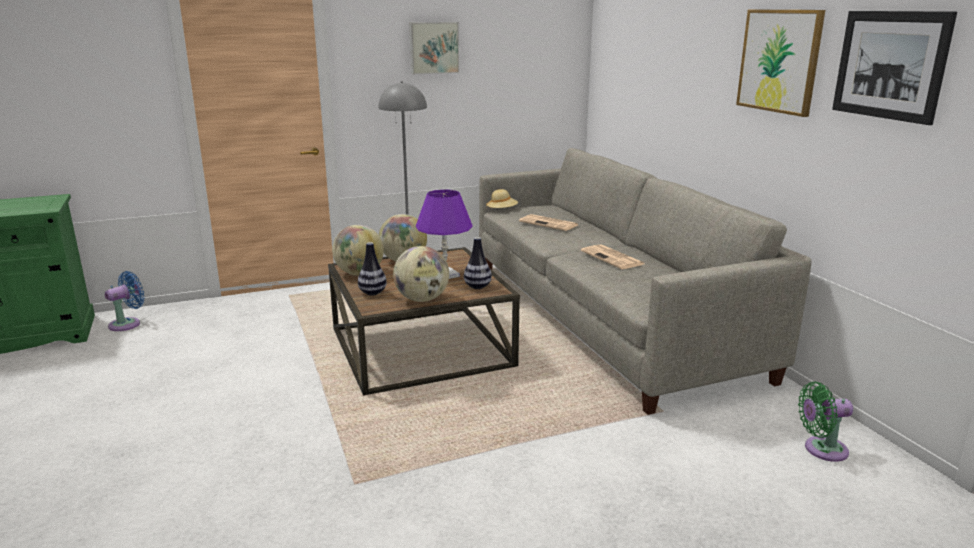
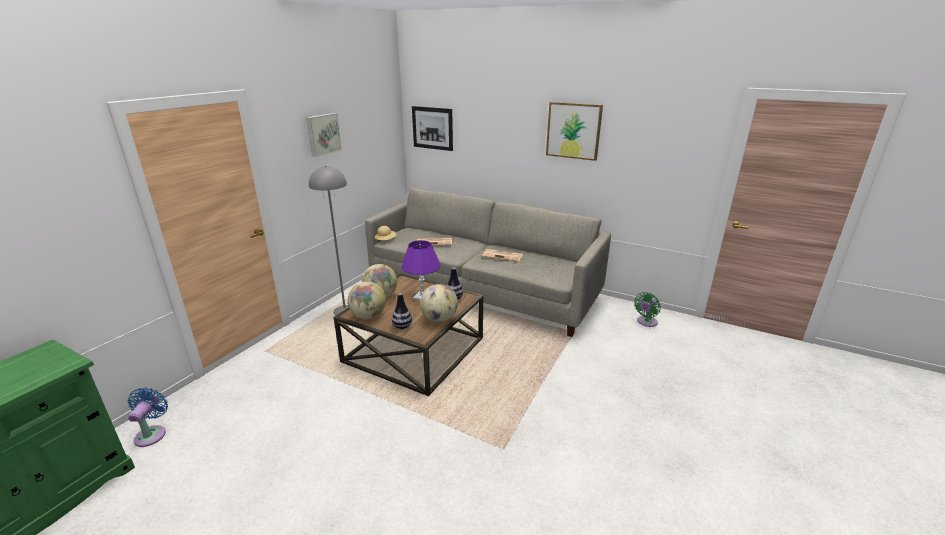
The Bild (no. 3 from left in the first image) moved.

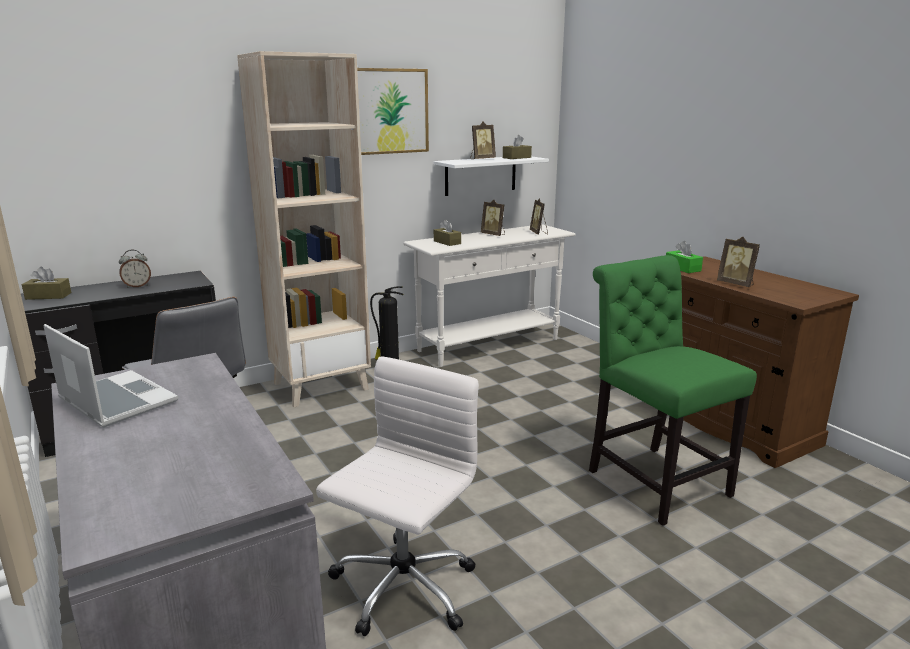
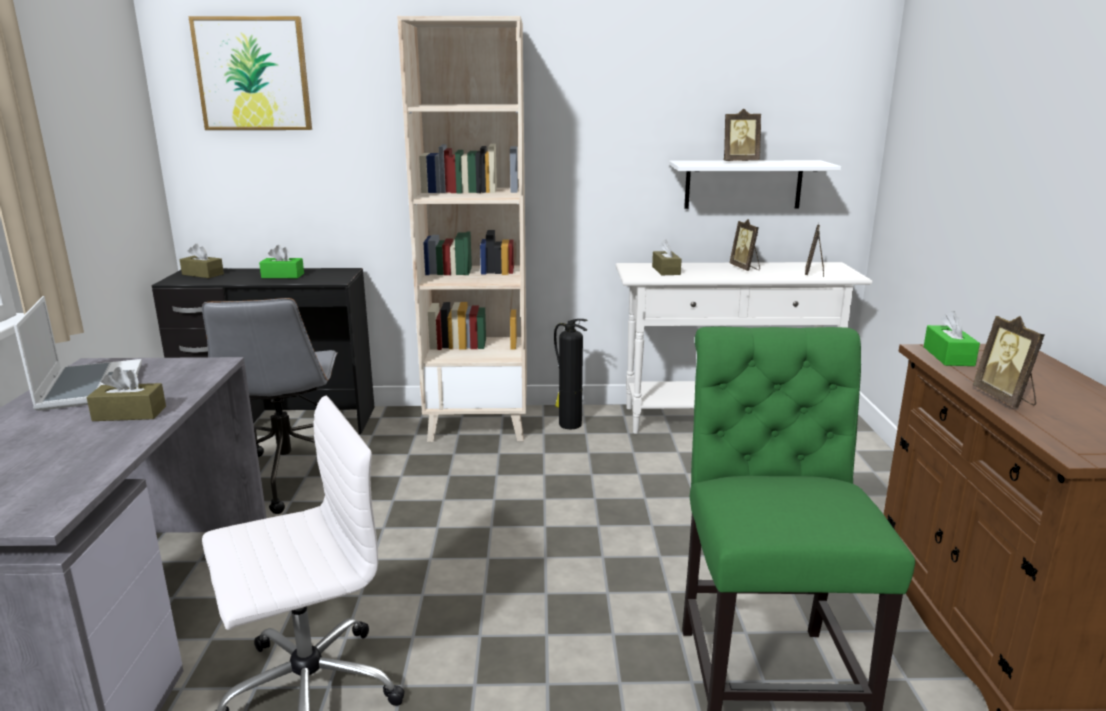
The Wecker was replaced by the Taschentuchbox [grün] (no. 1 from left).
The Bild moved.
The Taschentuchbox [braun] (no. 3 from left in the first image) moved.

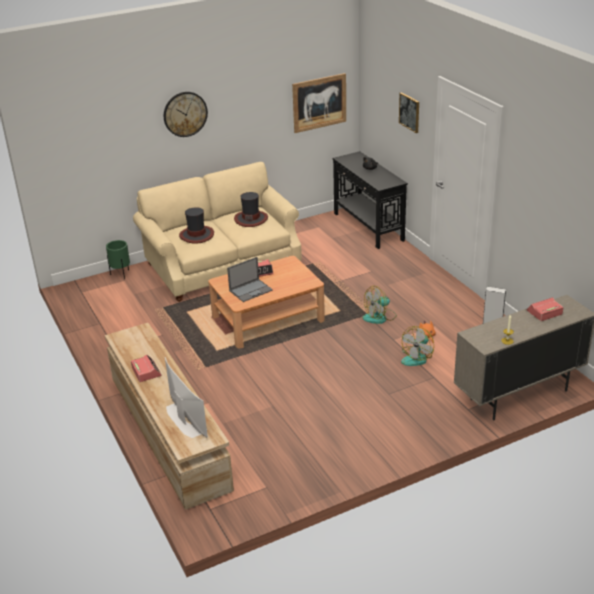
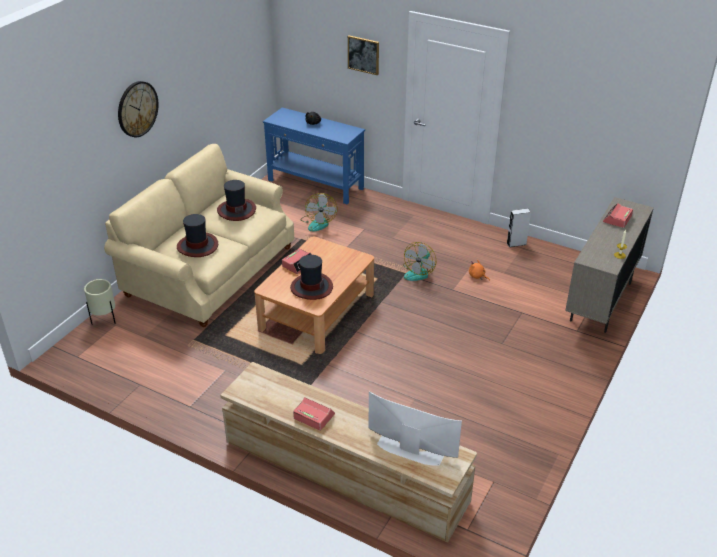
The Pflanzkübel [grün] became the Pflanzkübel [beige].
The Laptop was replaced by the Hut (no. 3 from left).
The Bild (no. 1 from left) disappeared.
The Konsolentisch [schwarz] became the Konsolentisch [blau].
The Ventilator (no. 2 from left in the first image) moved.

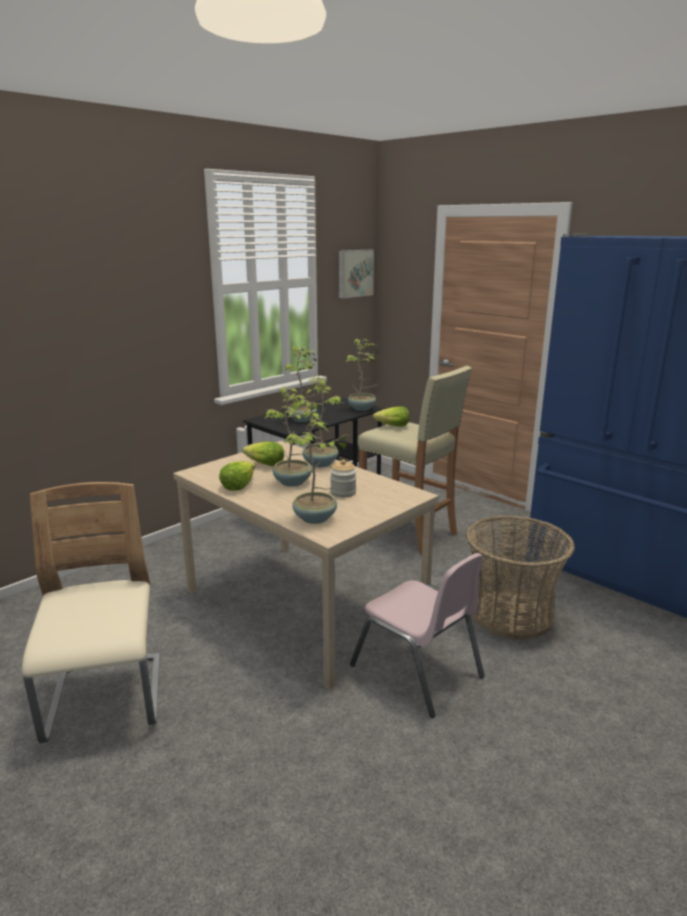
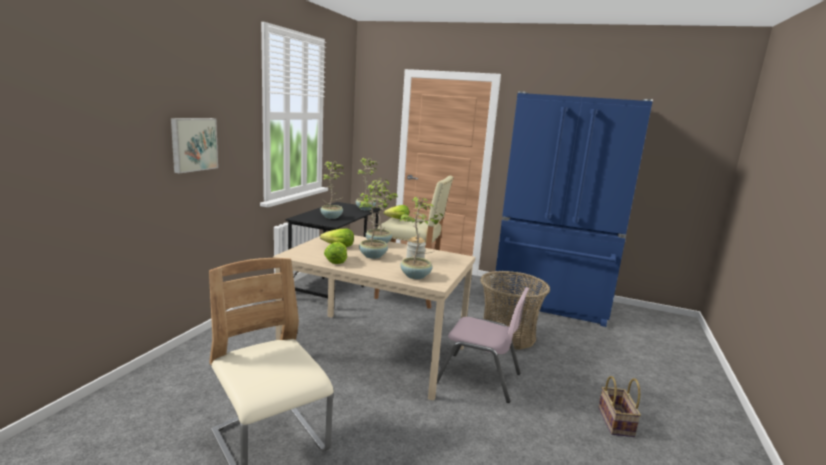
The Bild moved.
The Korb (no. 2 from left) appeared.

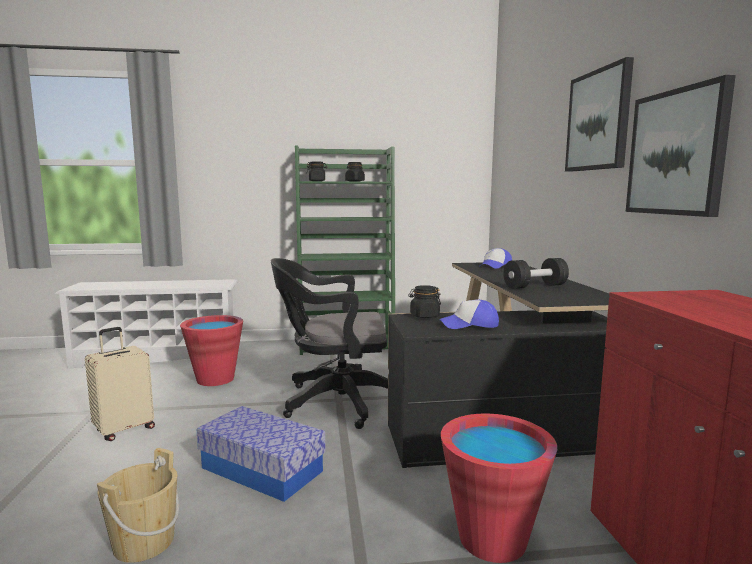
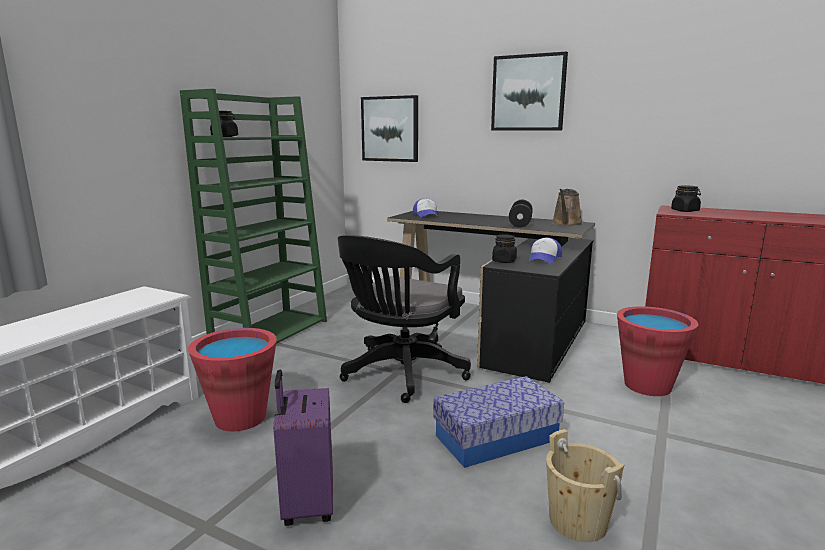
The Koffer [beige] became the Koffer [lila].
The Vorratsglas [schwarz] (no. 2 from left in the first image) moved.
The Bild (no. 2 from left in the first image) moved.
The Gießkanne [braun] appeared.

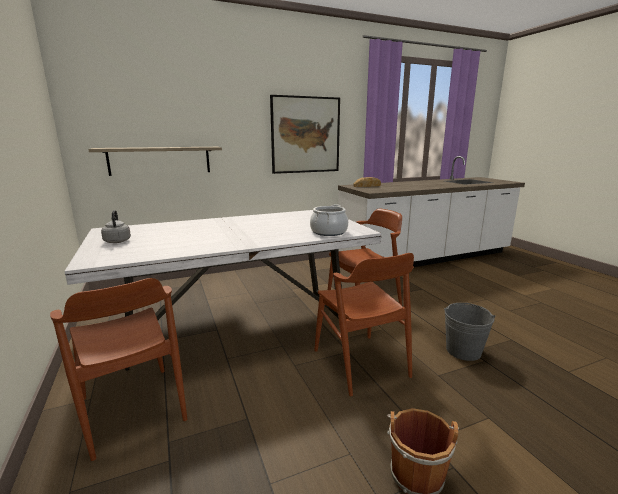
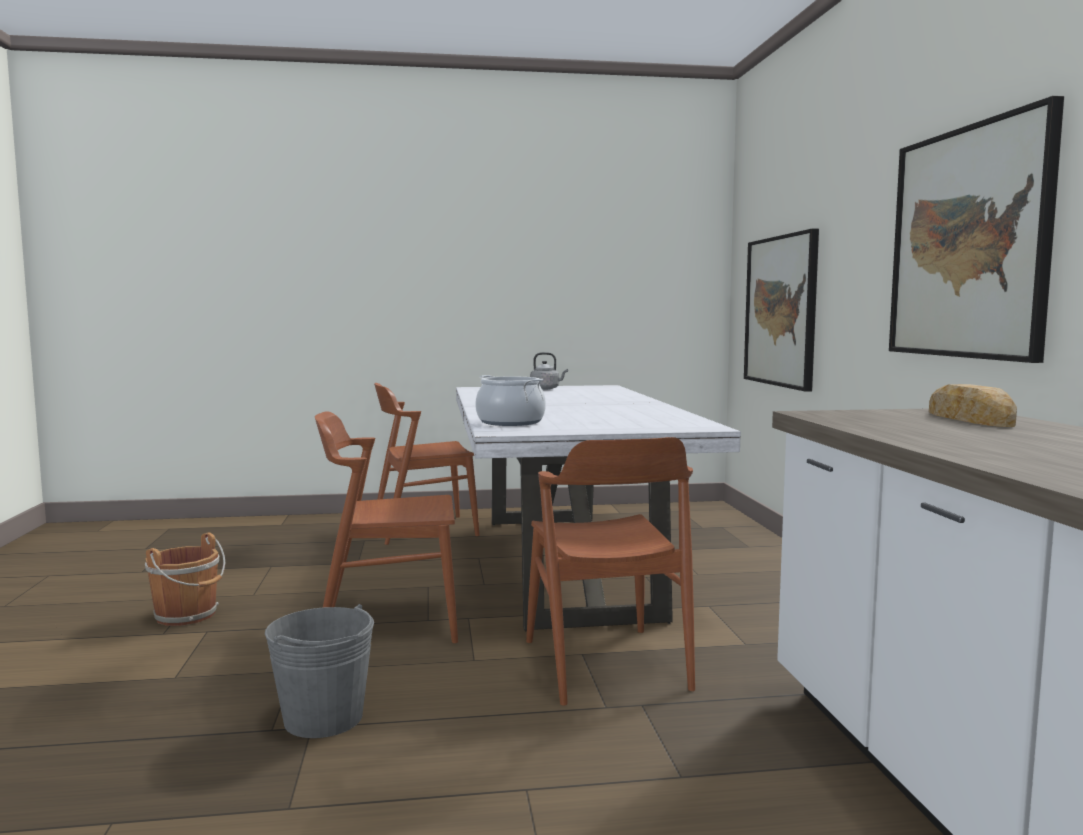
The Wandregal was replaced by the Bild (no. 1 from left).

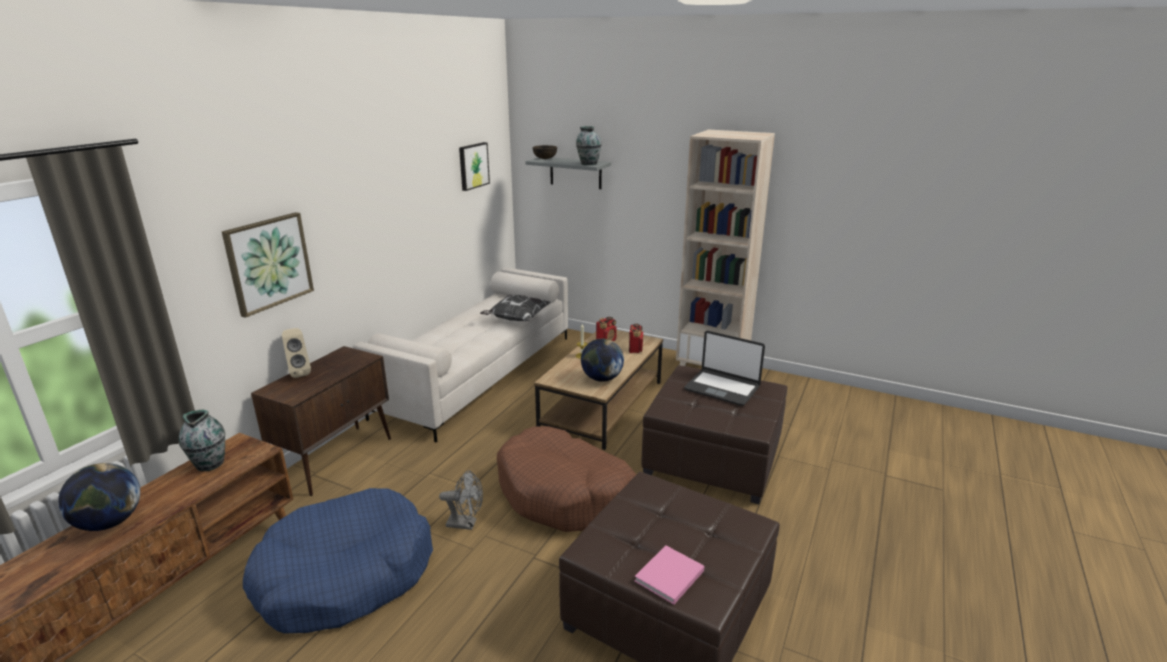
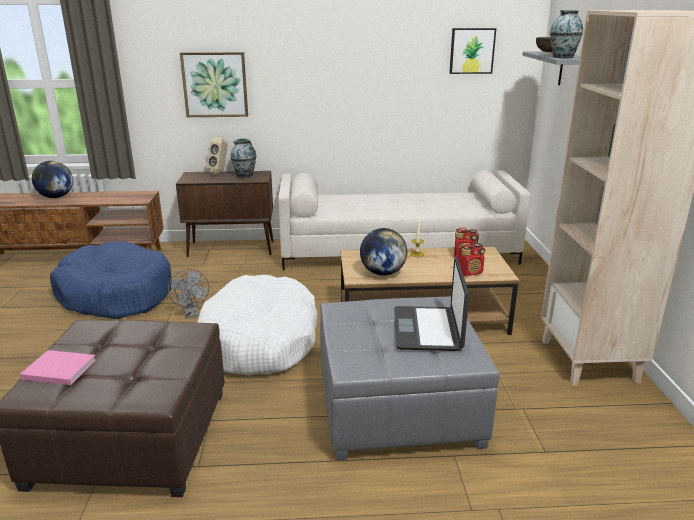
The Vase (no. 1 from left) moved.
The Kissen disappeared.
The Hundebett [braun] became the Hundebett [weiß].
The Polsterhocker [braun] (no. 2 from left) became the Polsterhocker [grau].

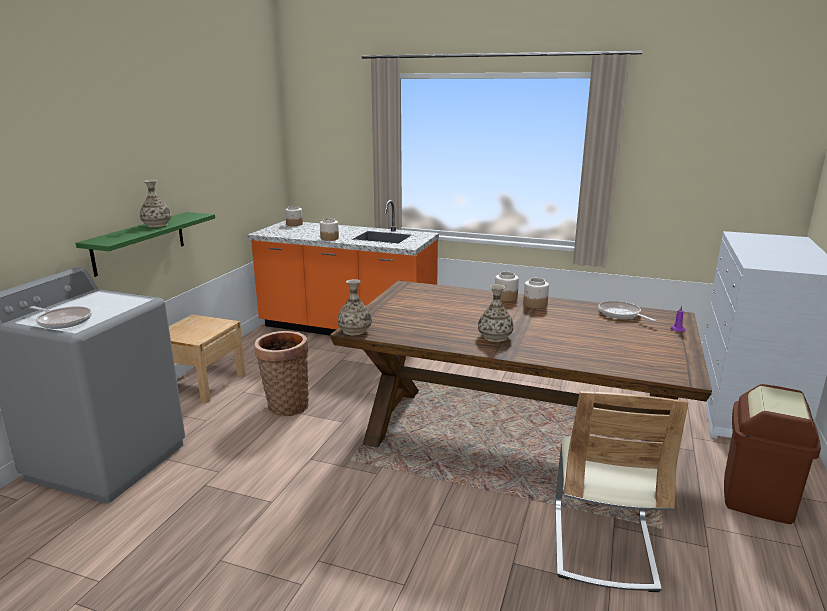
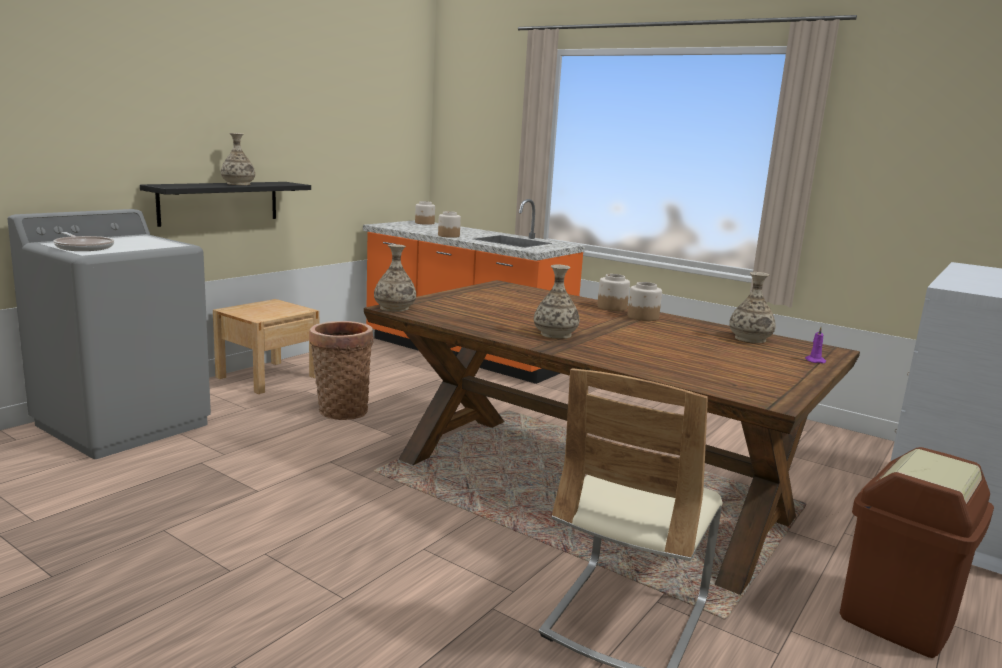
The Wandregal [grün] became the Wandregal [schwarz].
The Pfanne (no. 2 from left) was replaced by the Vase (no. 4 from left).

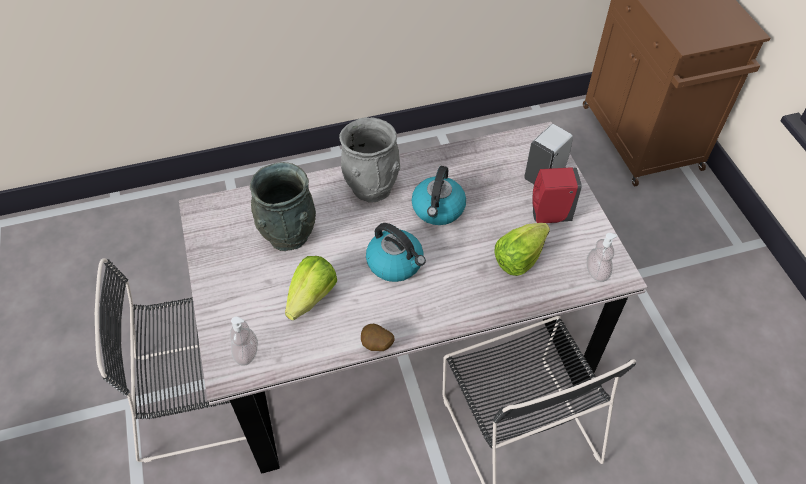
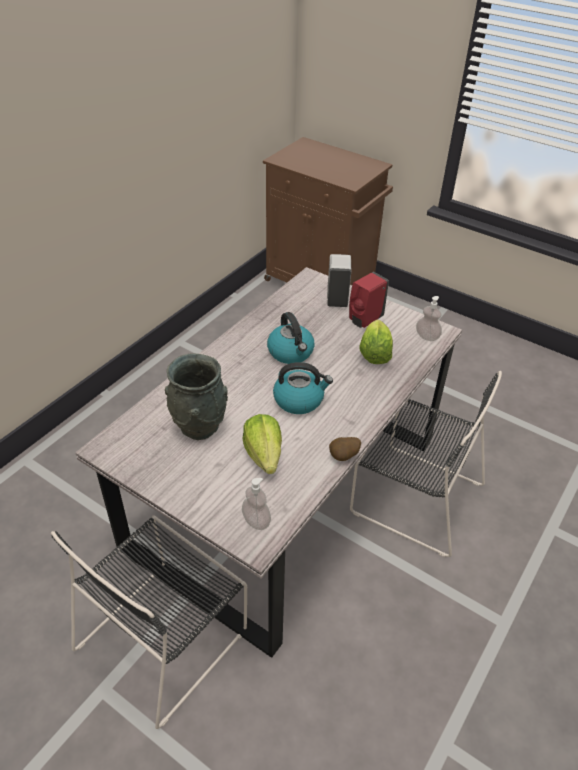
The Vase [grau] (no. 2 from left) disappeared.

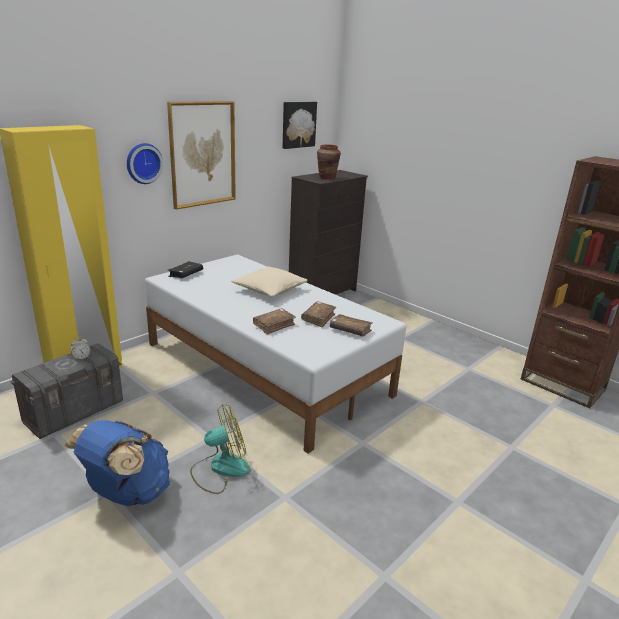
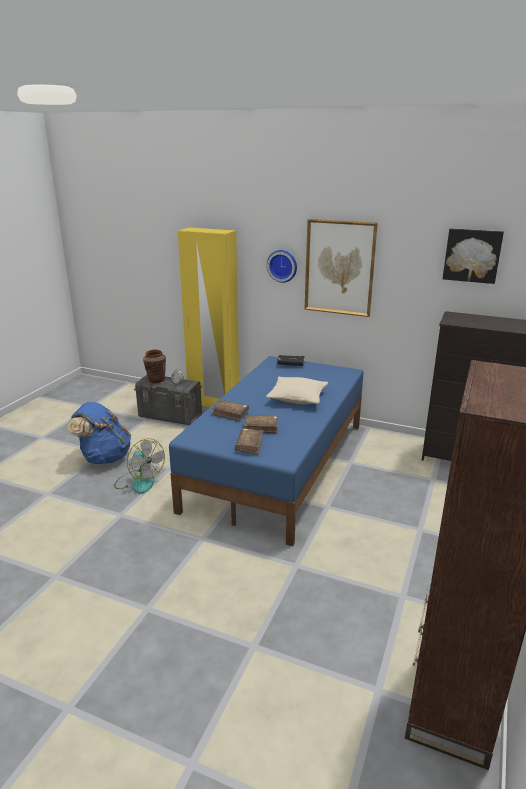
The Bett [weiß] became the Bett [blau].
The Vase [braun] moved.

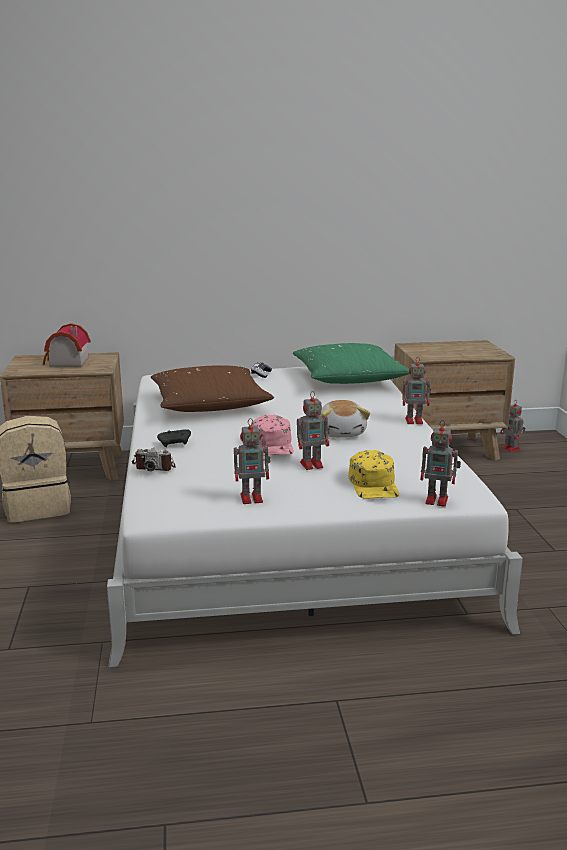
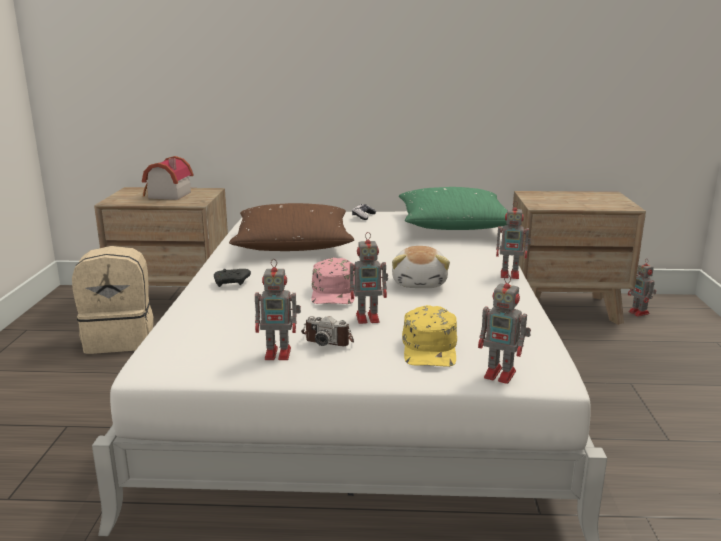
The Kamera moved.

